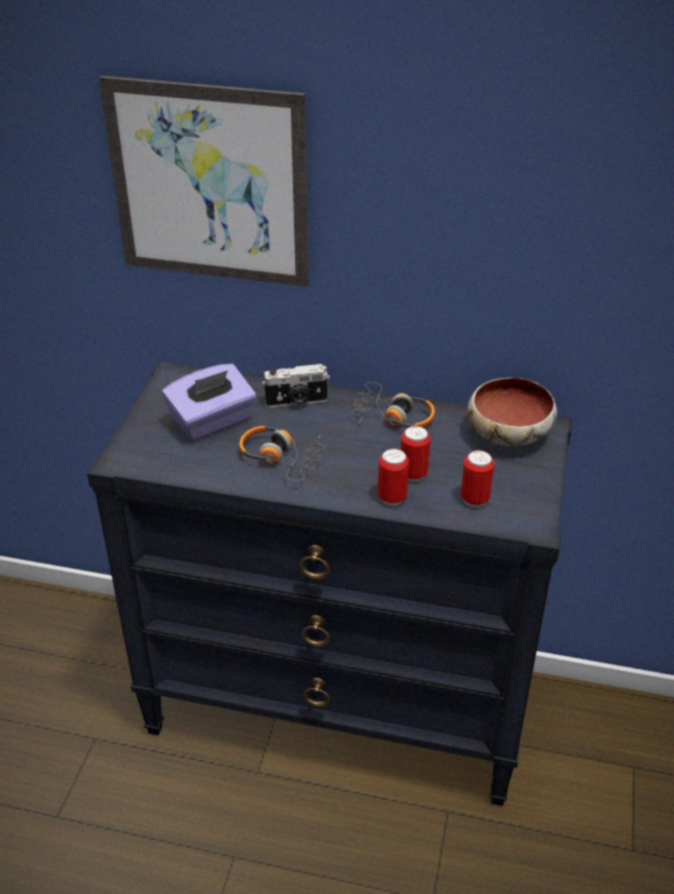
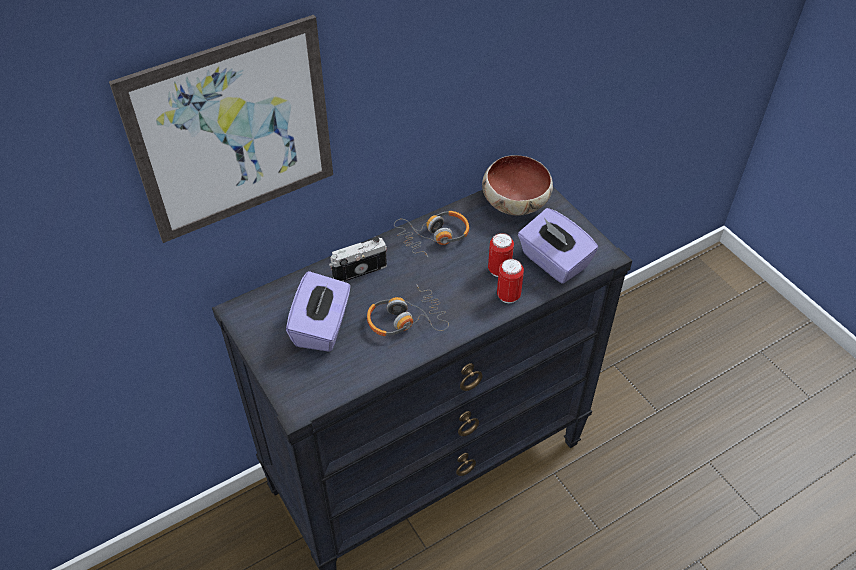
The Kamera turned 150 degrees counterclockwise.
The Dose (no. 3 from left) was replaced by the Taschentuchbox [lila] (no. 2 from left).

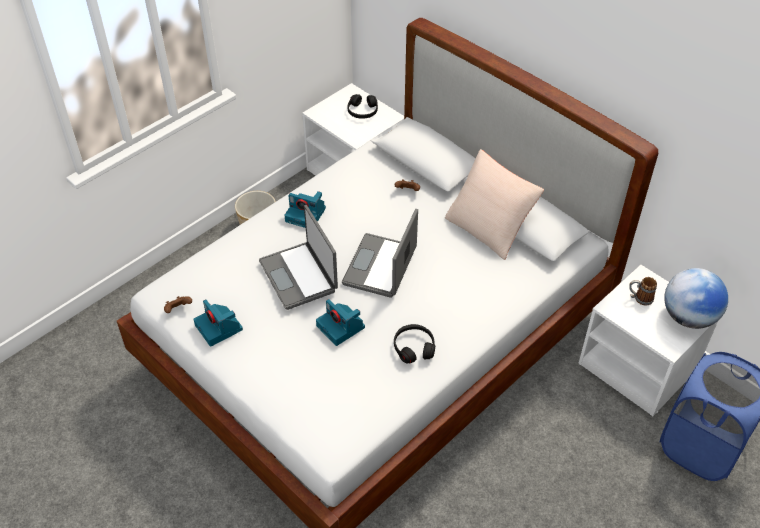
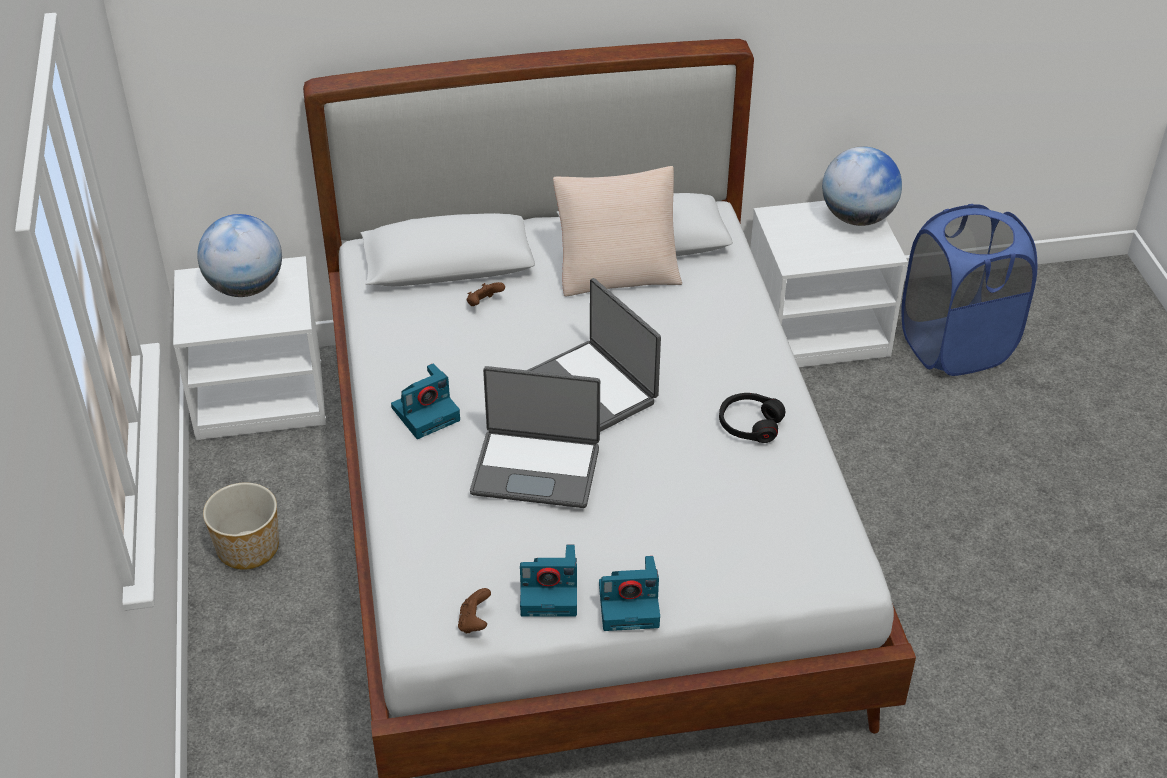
The Kamera (no. 3 from left) moved.
The Kopfhörer [schwarz] (no. 1 from left) was replaced by the Globus (no. 1 from left).
The Henkelbecher disappeared.

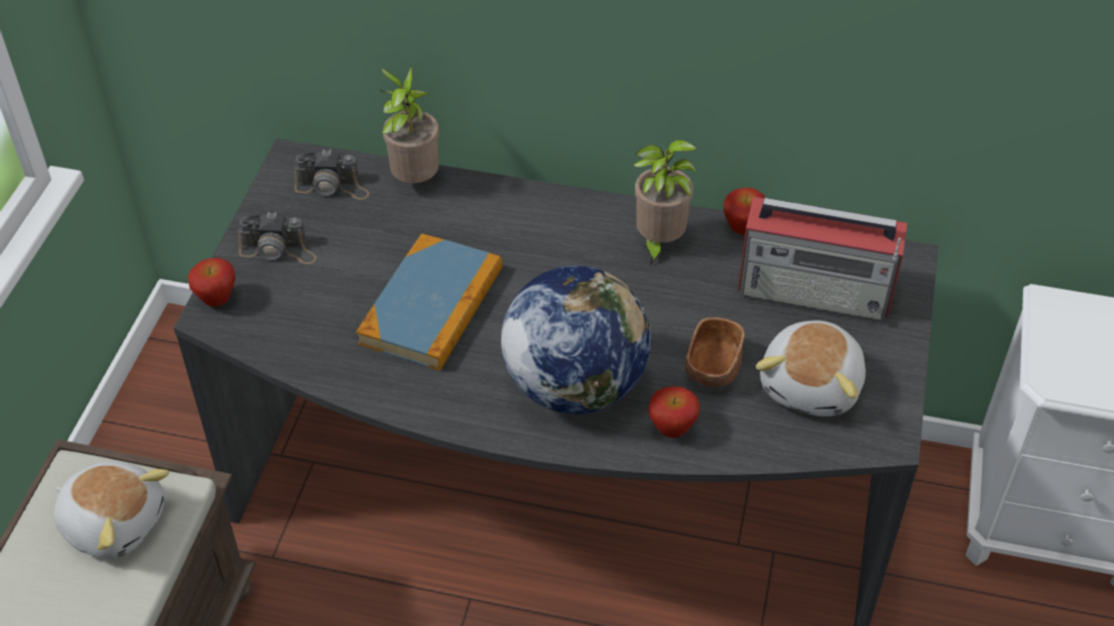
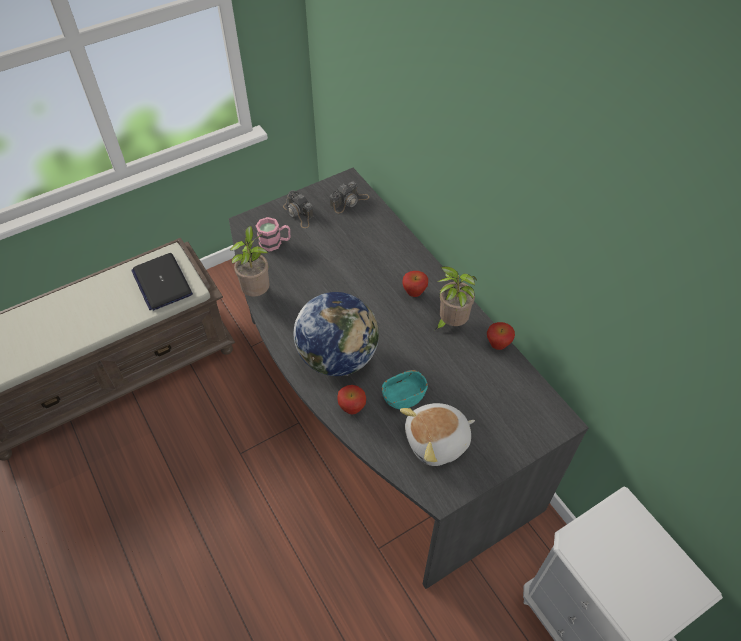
The Plüschtier (no. 1 from left) was replaced by the Laptop.
The Apfel (no. 1 from left in the first image) moved.
The Kamera (no. 2 from left) turned 90 degrees counterclockwise.
The Buch disappeared.
The Topfpflanze (no. 1 from left) moved.
The Schüssel [braun] became the Schüssel [türkis].
The Radio disappeared.
The Henkelbecher [rosa] appeared.

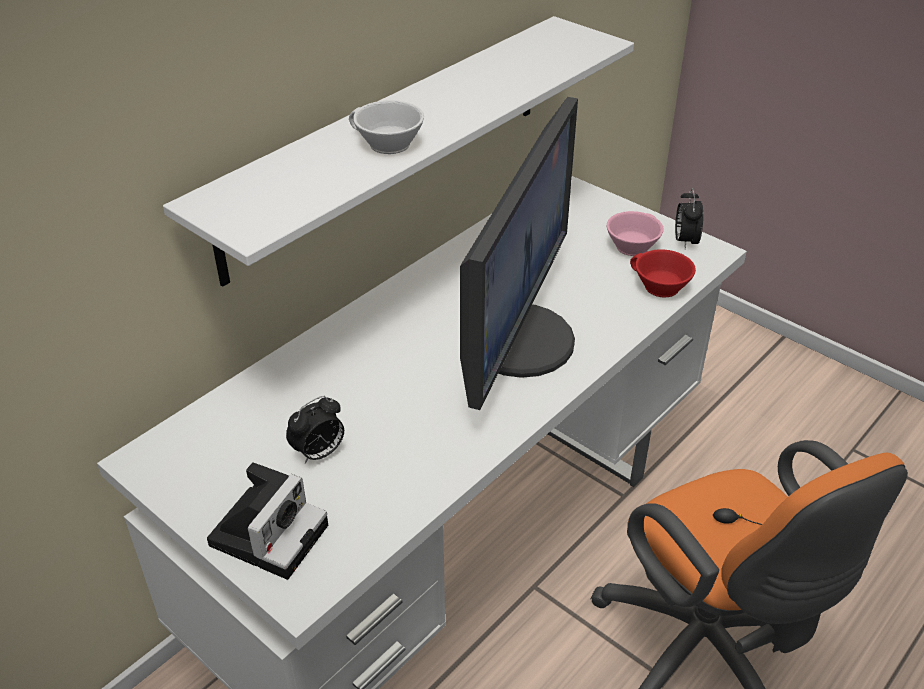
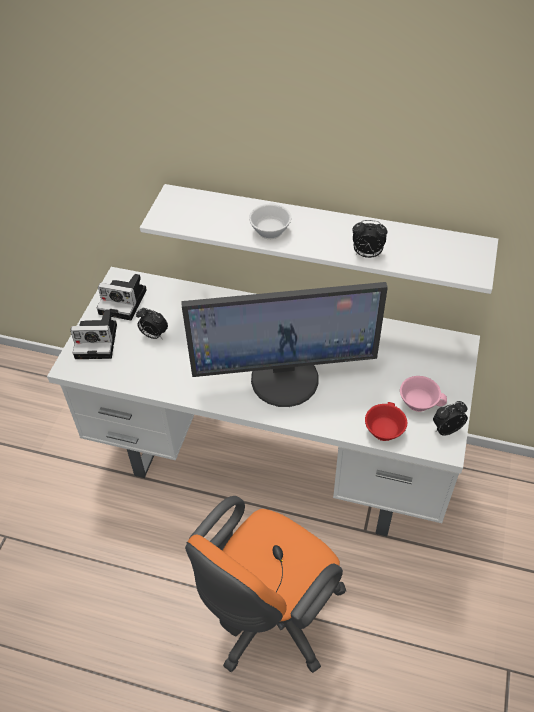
The Kamera (no. 2 from left) appeared.
The Wecker (no. 2 from left) appeared.

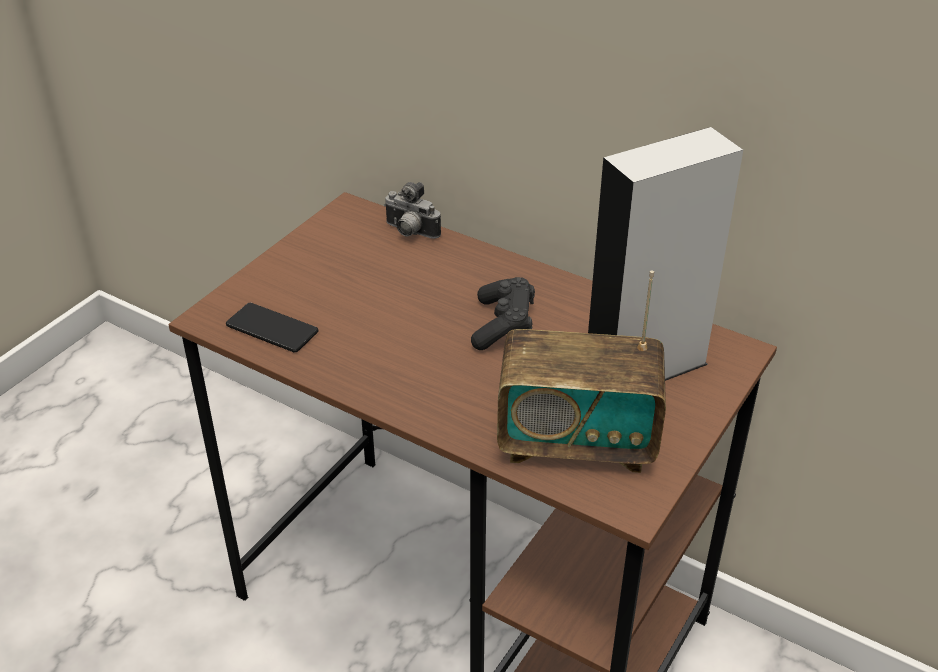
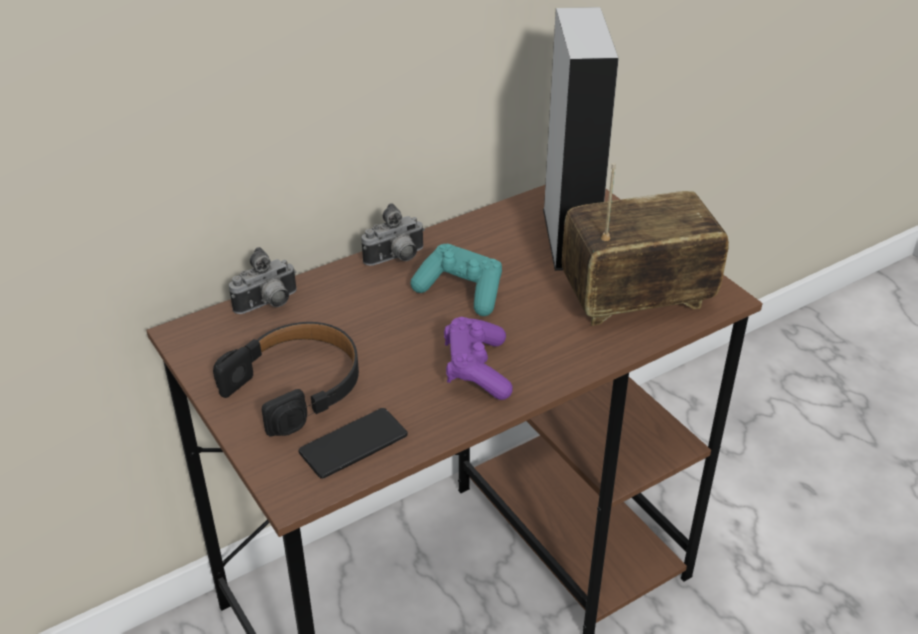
The Gamepad [schwarz] became the Gamepad [türkis].
The Radio turned 135 degrees counterclockwise.
The Kopfhörer [schwarz] appeared.
The Kamera (no. 2 from left) appeared.
The Gamepad [lila] appeared.

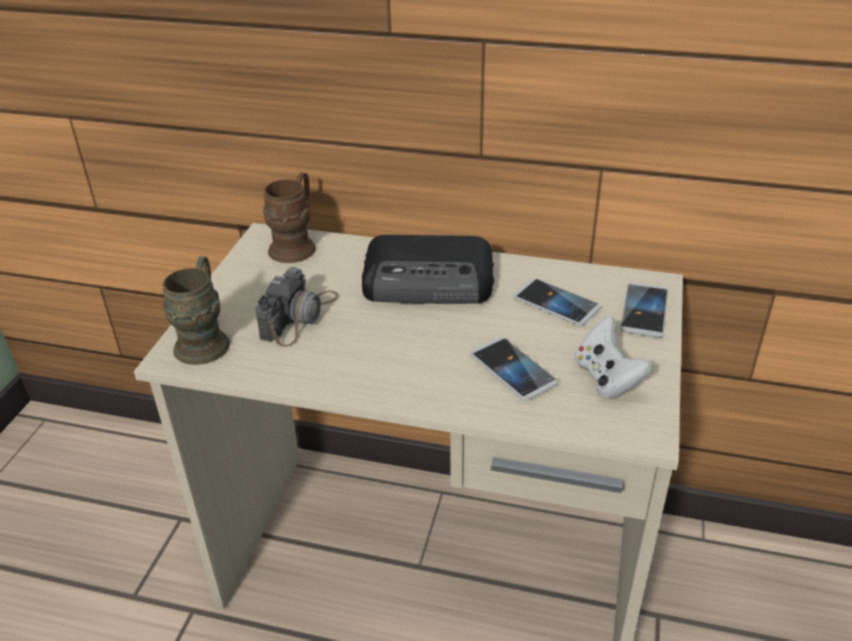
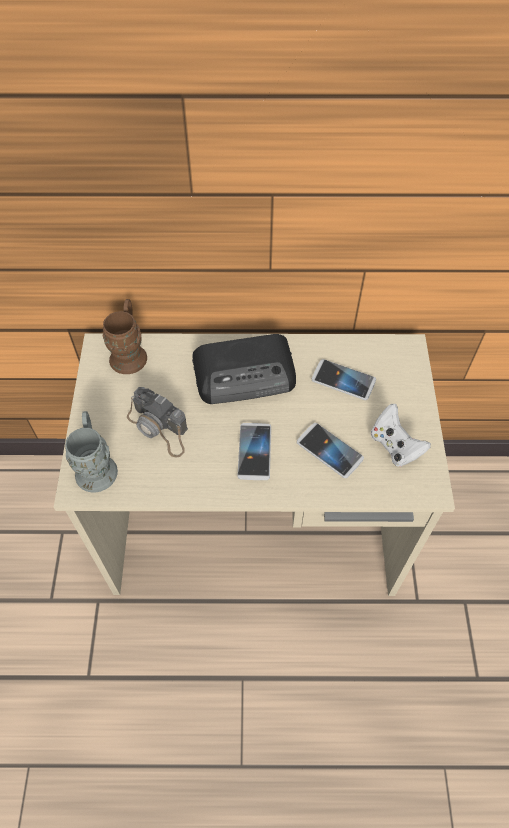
The Henkelbecher [braun] (no. 1 from left) became the Henkelbecher [grau].
The Kamera turned 120 degrees clockwise.
The Handy (no. 3 from left in the first image) moved.

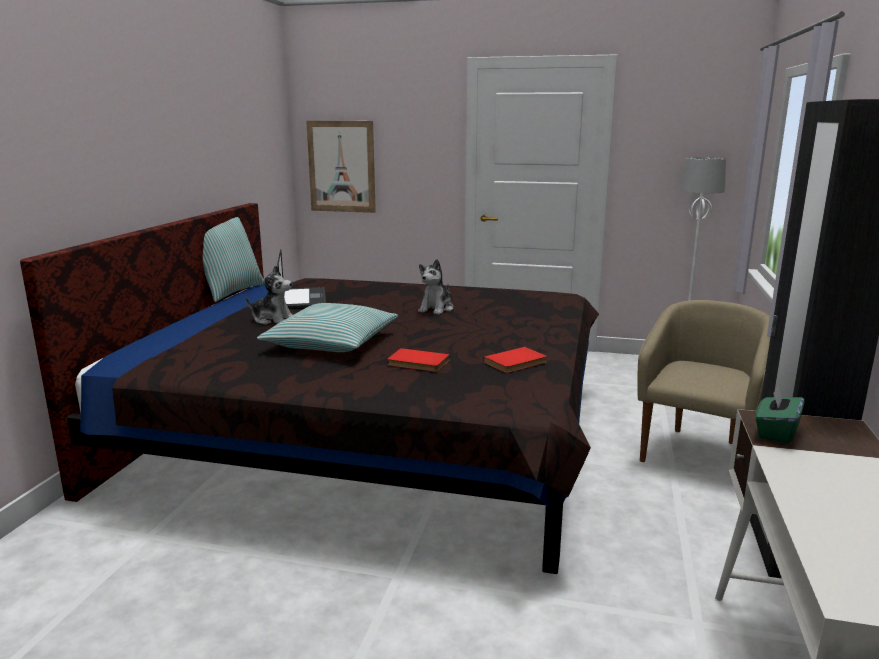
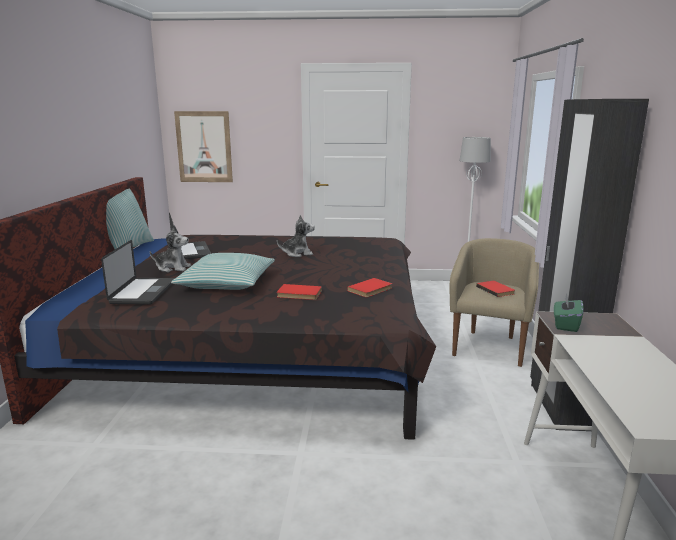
The Plüschtier (no. 2 from left) turned 120 degrees counterclockwise.
The Laptop (no. 1 from left) appeared.
The Buch [rot] (no. 3 from left) appeared.

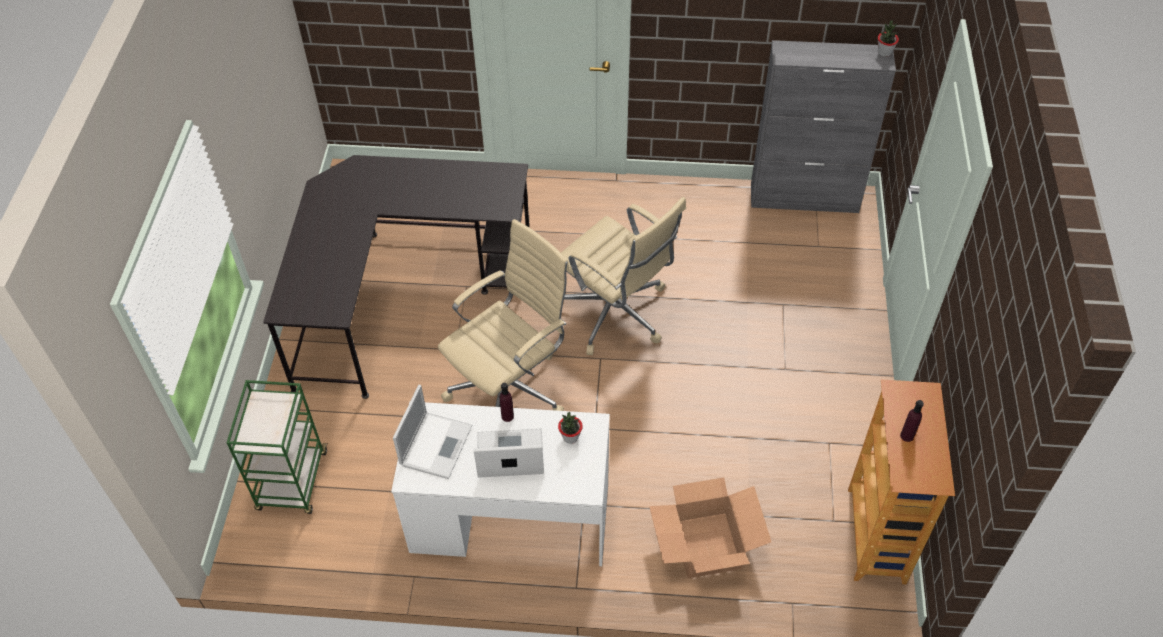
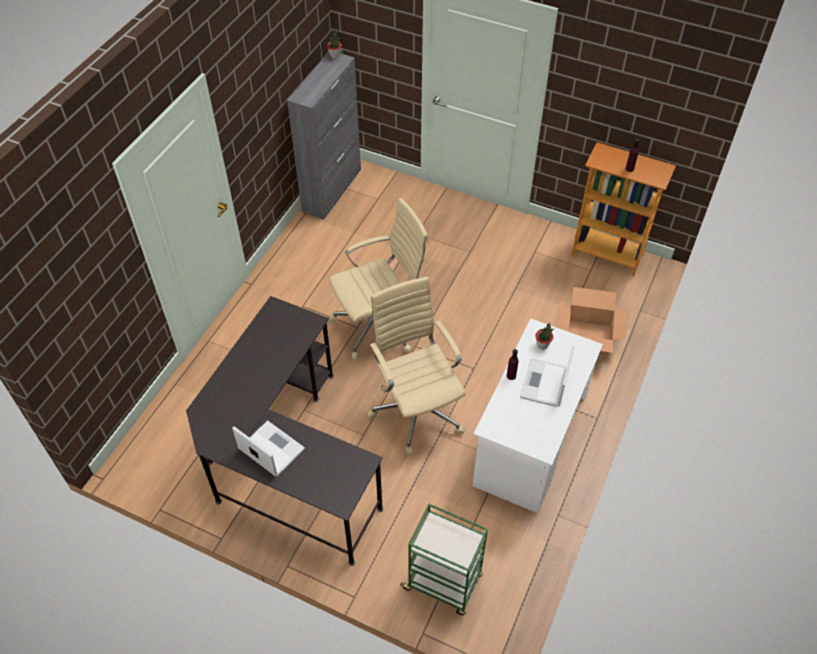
The Laptop (no. 1 from left) moved.

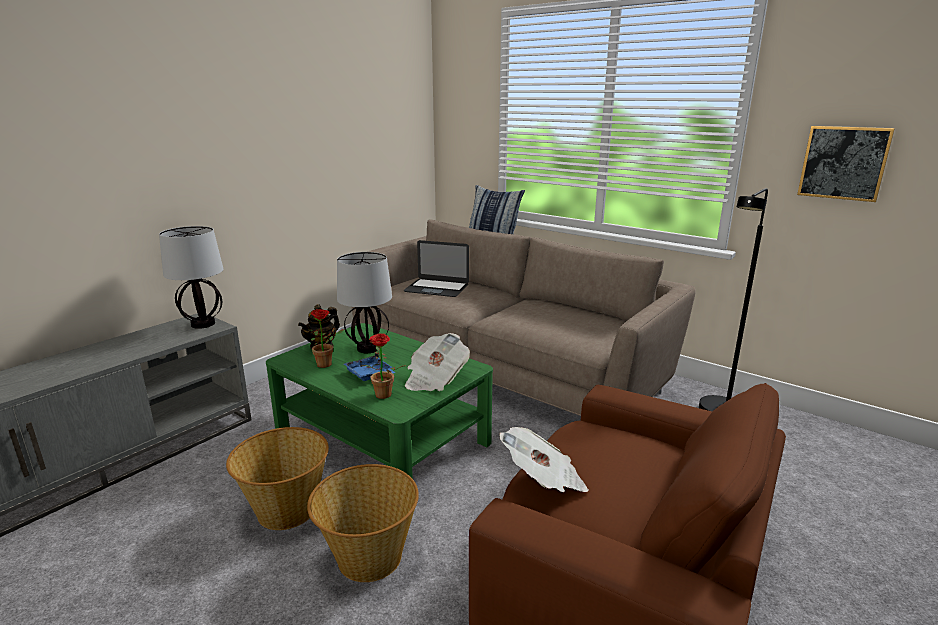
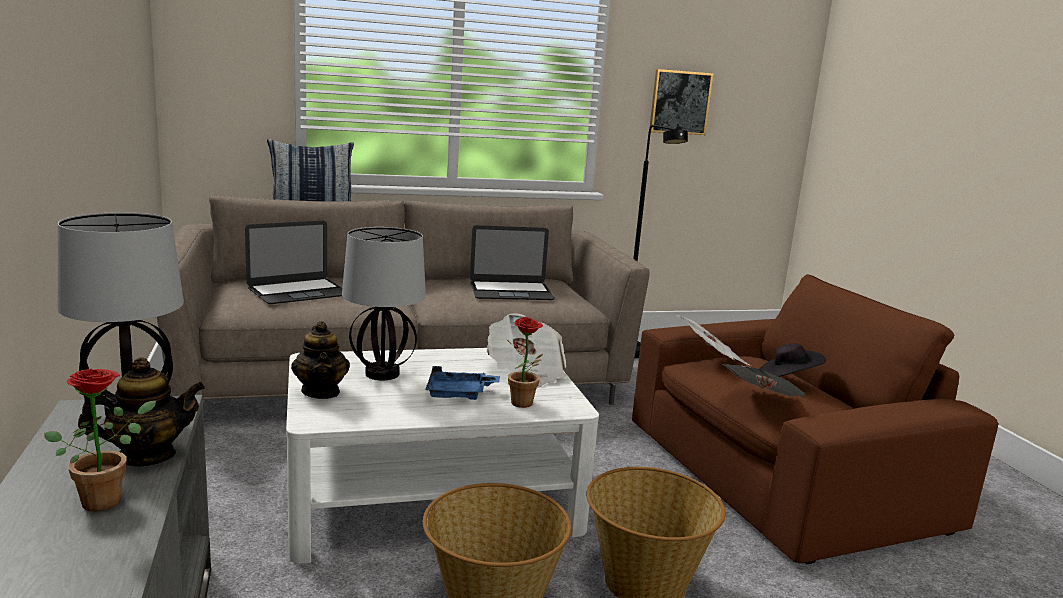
The Couchtisch [grün] became the Couchtisch [weiß].
The Topfpflanze (no. 1 from left) moved.
The Teekanne (no. 1 from left) appeared.
The Laptop (no. 2 from left) appeared.
The Zeitung (no. 2 from left) appeared.
The Hut [schwarz] appeared.

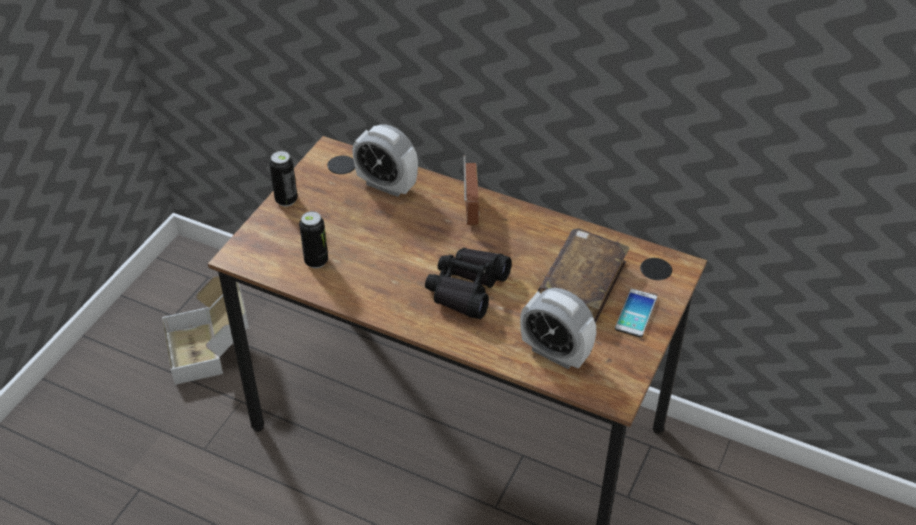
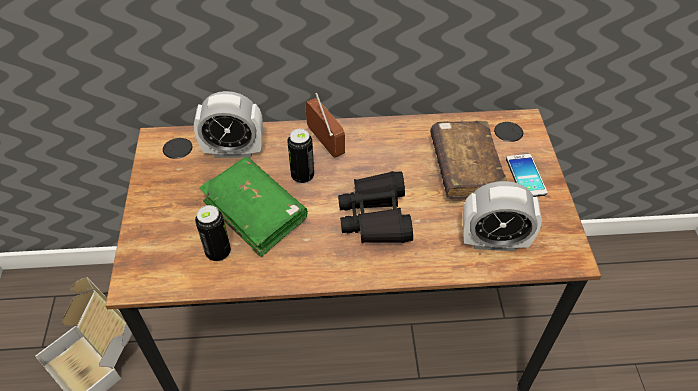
The Dose (no. 1 from left in the first image) moved.
The Buch [grün] appeared.

